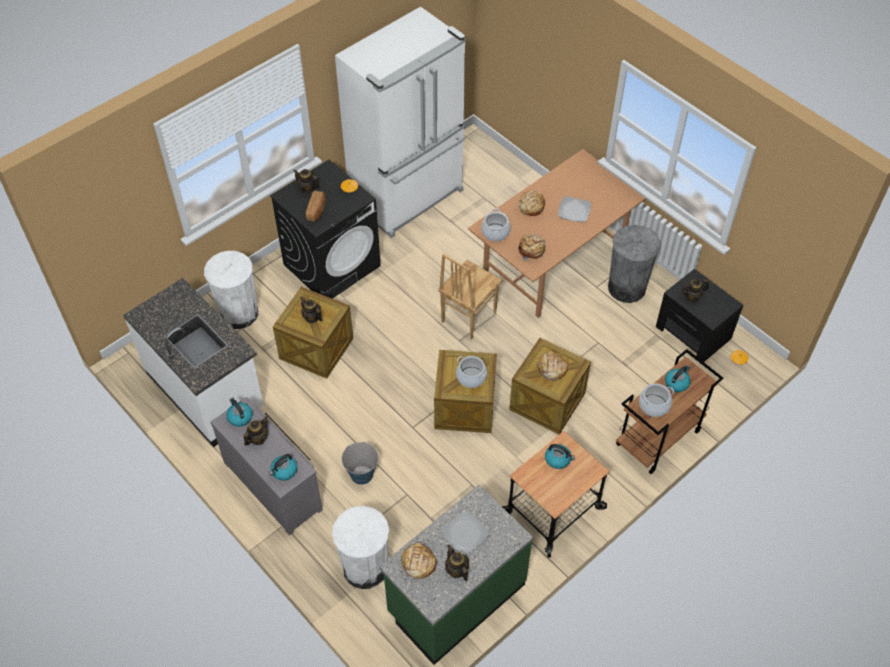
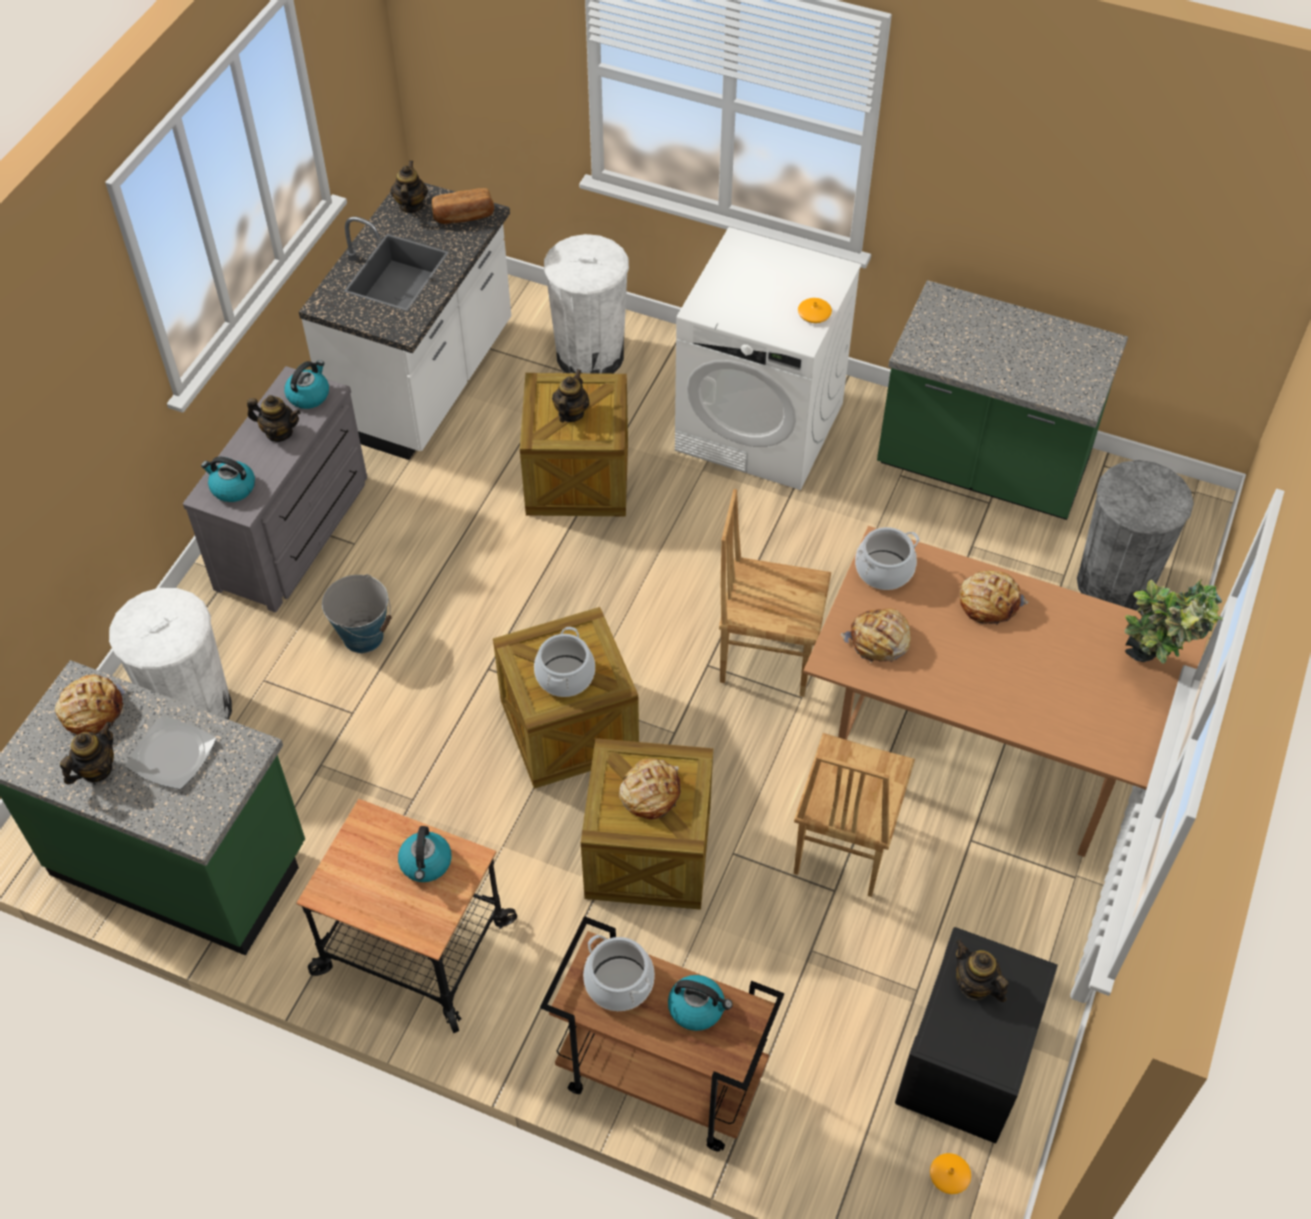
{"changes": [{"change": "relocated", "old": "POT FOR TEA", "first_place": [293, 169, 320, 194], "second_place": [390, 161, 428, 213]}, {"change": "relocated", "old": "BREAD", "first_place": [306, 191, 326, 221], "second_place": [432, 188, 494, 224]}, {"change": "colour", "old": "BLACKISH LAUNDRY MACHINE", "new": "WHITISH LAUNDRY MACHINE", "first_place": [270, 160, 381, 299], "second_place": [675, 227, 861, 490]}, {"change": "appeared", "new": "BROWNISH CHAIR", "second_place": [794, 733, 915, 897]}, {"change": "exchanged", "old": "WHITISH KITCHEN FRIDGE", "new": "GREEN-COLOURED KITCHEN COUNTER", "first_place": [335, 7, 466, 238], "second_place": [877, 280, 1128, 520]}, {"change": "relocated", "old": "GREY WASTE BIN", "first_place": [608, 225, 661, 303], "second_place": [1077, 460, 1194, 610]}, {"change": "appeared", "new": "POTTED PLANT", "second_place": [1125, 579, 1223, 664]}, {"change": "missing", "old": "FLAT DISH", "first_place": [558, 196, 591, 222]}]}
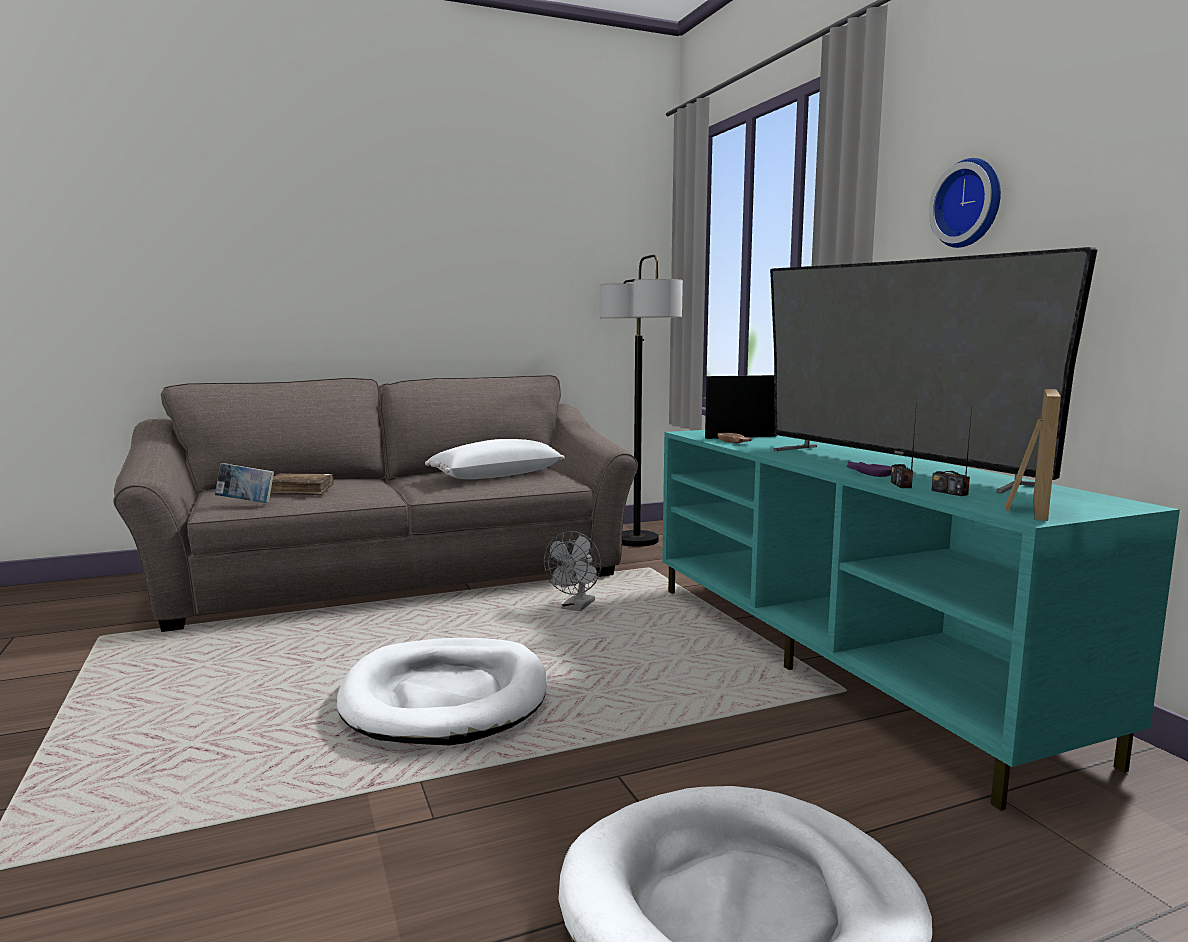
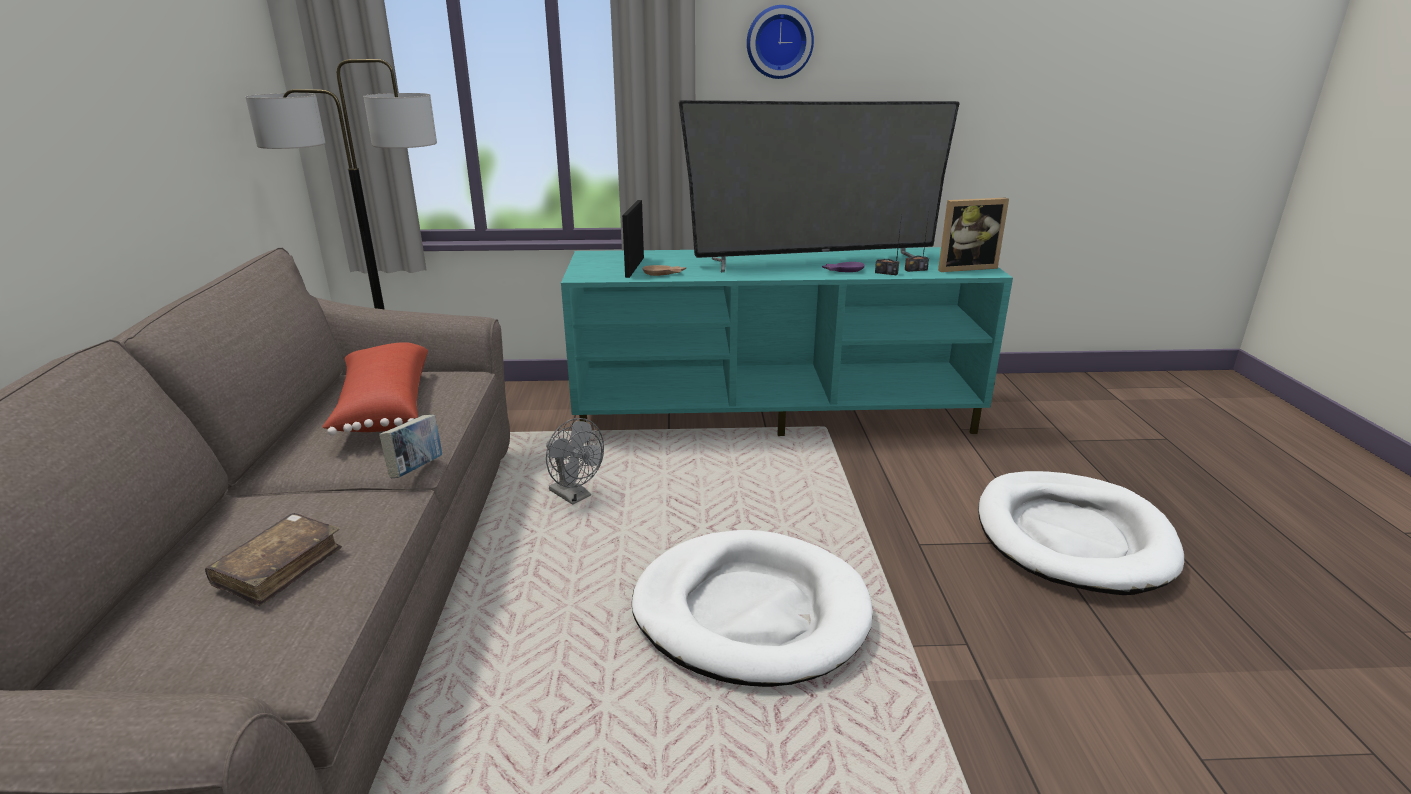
{"changes": [{"change": "colour", "old": "WHITISH THROW PILLOW", "new": "REDDISH THROW PILLOW", "first_place": [425, 439, 565, 479], "second_place": [322, 342, 428, 435]}, {"change": "relocated", "old": "BOUND BOOK", "first_place": [215, 463, 274, 503], "second_place": [379, 415, 442, 478]}, {"change": "spun", "old": "STANDING FRAME", "first_place": [1006, 389, 1061, 521], "second_place": [938, 198, 1009, 272], "degrees": 120}]}
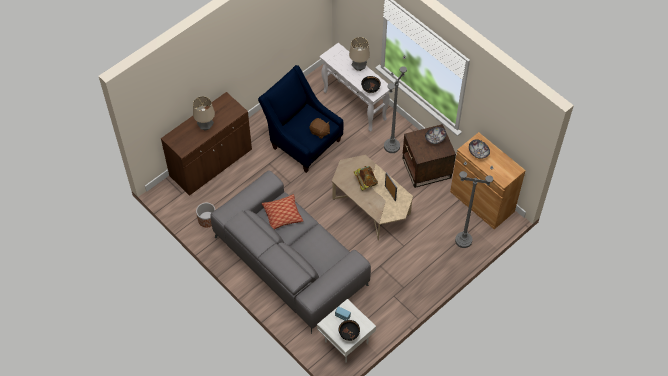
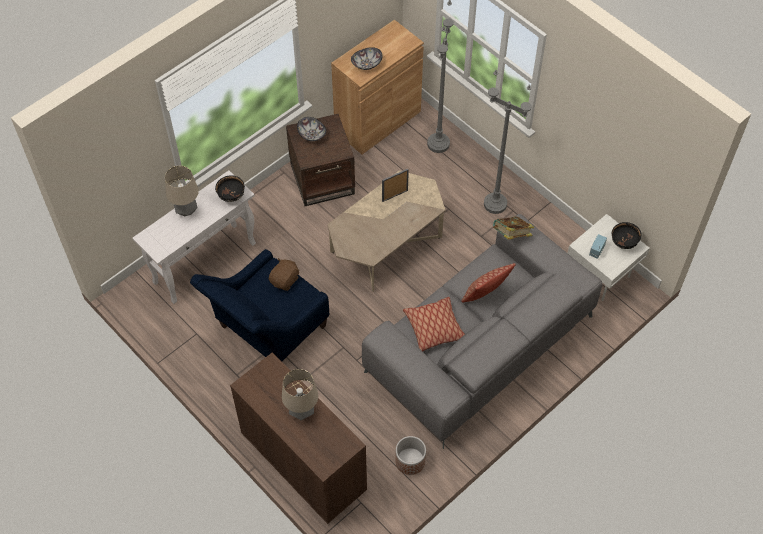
{"changes": [{"change": "appeared", "new": "THROW PILLOW", "second_place": [461, 263, 516, 302]}, {"change": "relocated", "old": "GREY STANDARD LAMP", "first_place": [384, 55, 407, 153], "second_place": [484, 70, 532, 214]}, {"change": "relocated", "old": "BOUND BOOK", "first_place": [354, 166, 378, 191], "second_place": [492, 216, 534, 240]}]}
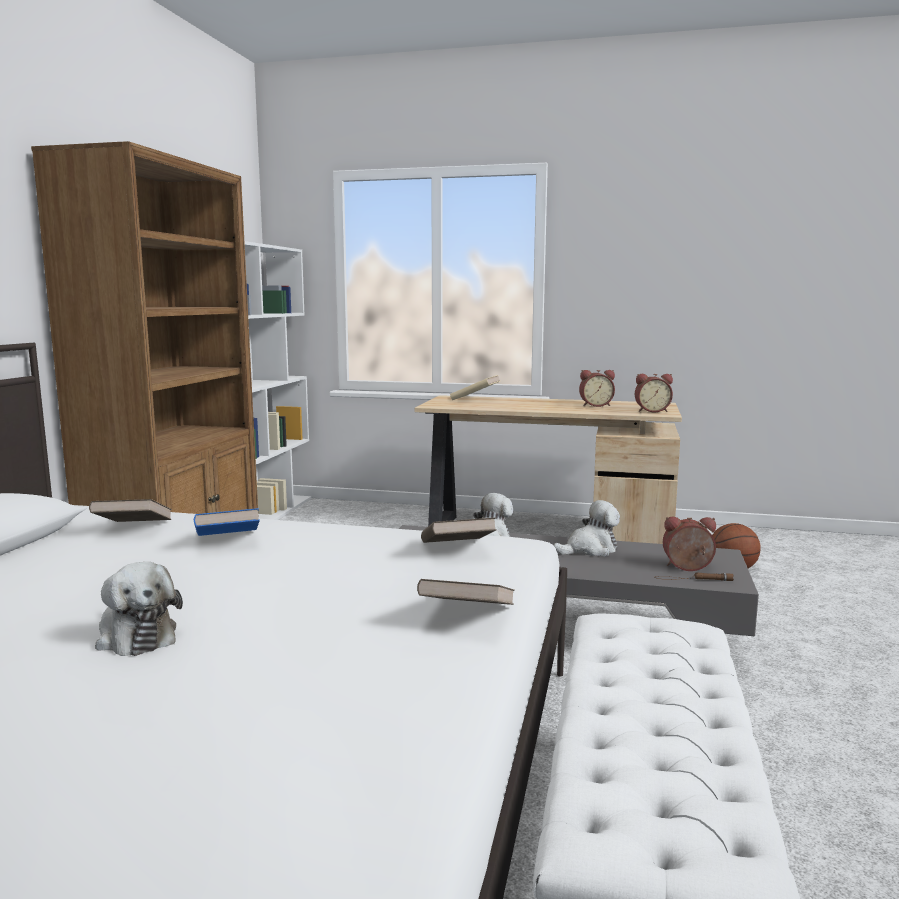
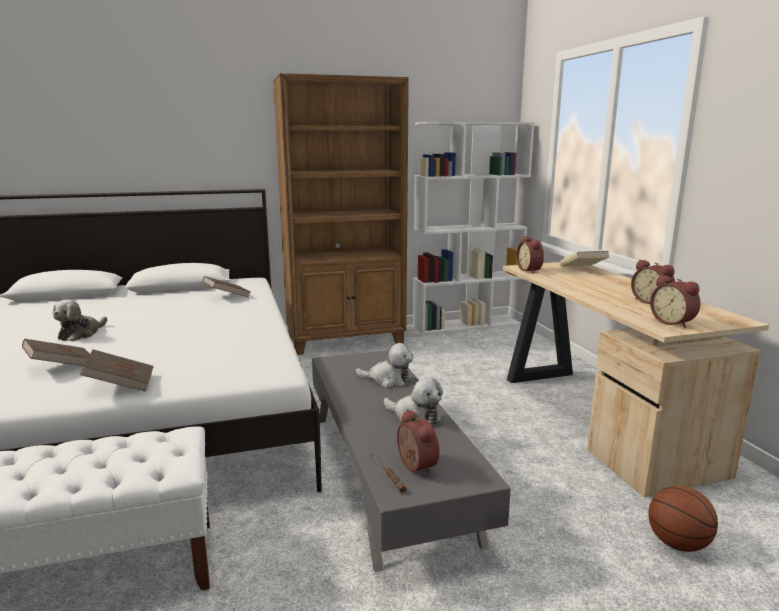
{"changes": [{"change": "relocated", "old": "BROWNISH BOUND BOOK", "first_place": [421, 518, 497, 543], "second_place": [22, 339, 90, 366]}, {"change": "appeared", "new": "BEDSIDE CLOCK", "second_place": [517, 236, 544, 273]}, {"change": "missing", "old": "BLUE-COLOURED BOUND BOOK", "first_place": [194, 508, 260, 536]}]}
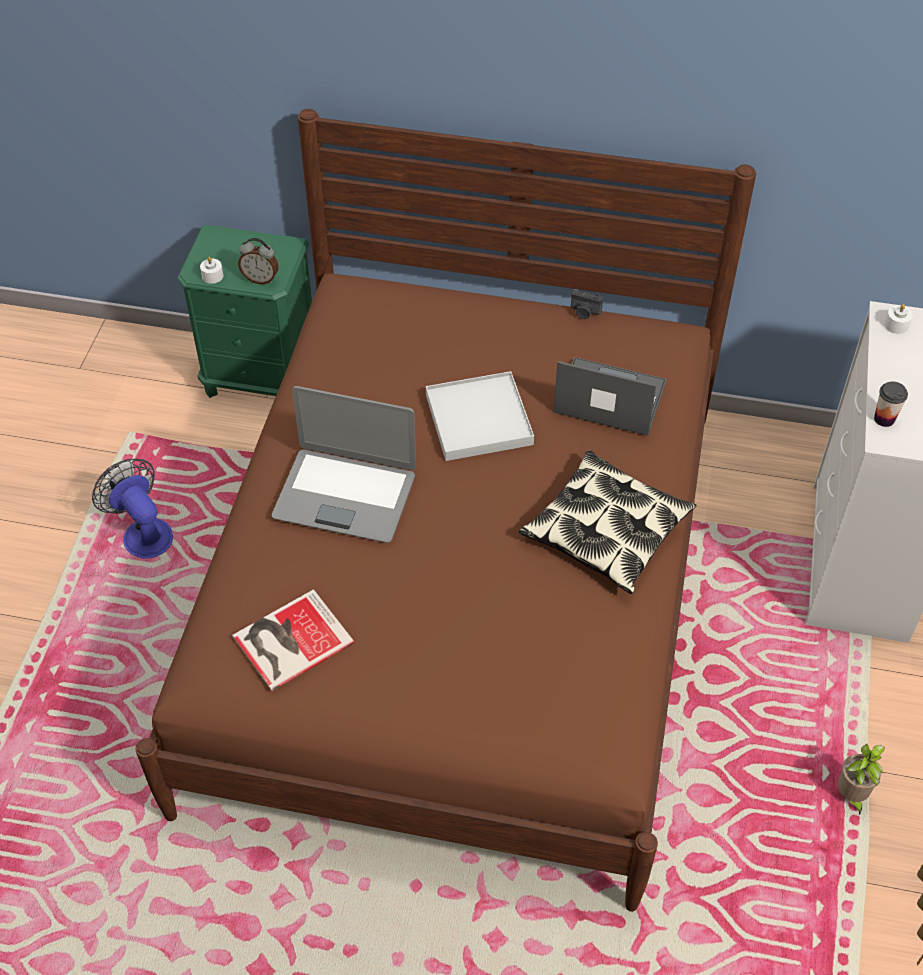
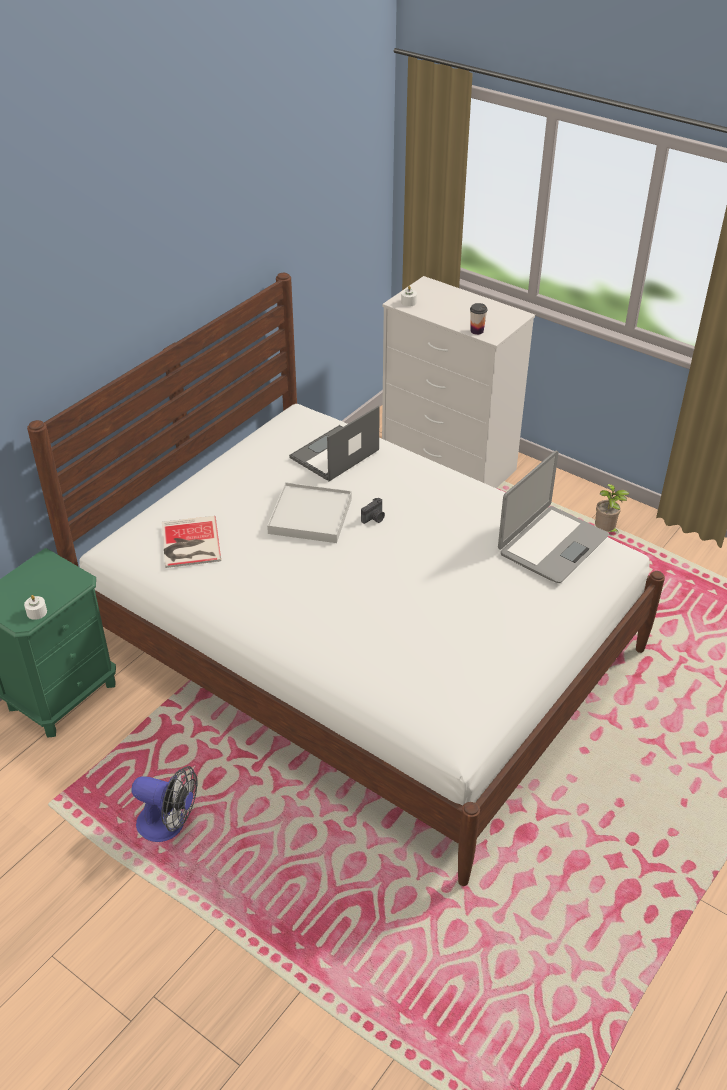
{"changes": [{"change": "colour", "old": "BROWNISH SLEEPING BED", "new": "WHITISH SLEEPING BED", "first_place": [135, 109, 756, 912], "second_place": [27, 273, 665, 886]}, {"change": "spun", "old": "FAN", "first_place": [92, 459, 173, 559], "second_place": [131, 766, 197, 842], "degrees": -150}, {"change": "relocated", "old": "BOUND BOOK", "first_place": [232, 589, 354, 691], "second_place": [162, 516, 221, 568]}, {"change": "relocated", "old": "PHOTO CAMERA", "first_place": [571, 290, 603, 319], "second_place": [361, 498, 385, 524]}, {"change": "relocated", "old": "PORTABLE COMPUTER", "first_place": [272, 386, 416, 543], "second_place": [498, 451, 609, 583]}, {"change": "missing", "old": "BEDSIDE CLOCK", "first_place": [238, 238, 278, 284]}, {"change": "missing", "old": "THROW PILLOW", "first_place": [519, 450, 697, 594]}]}
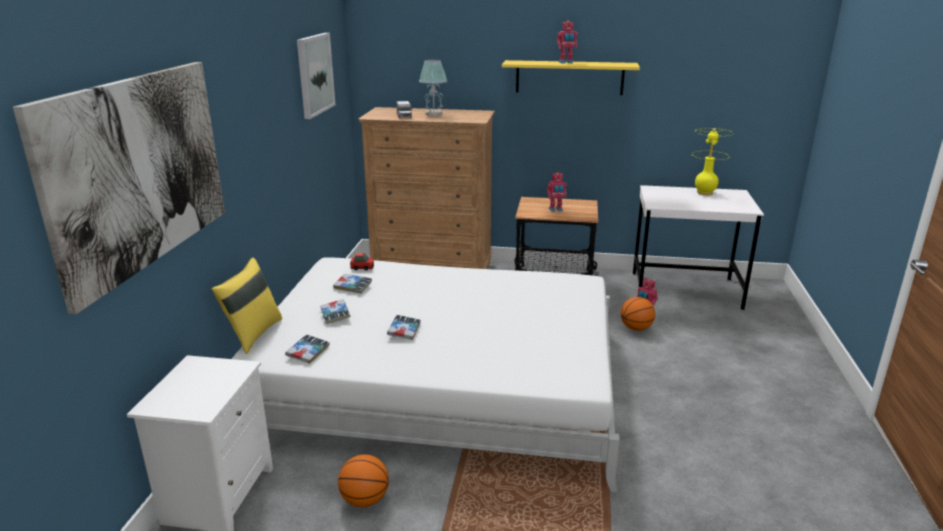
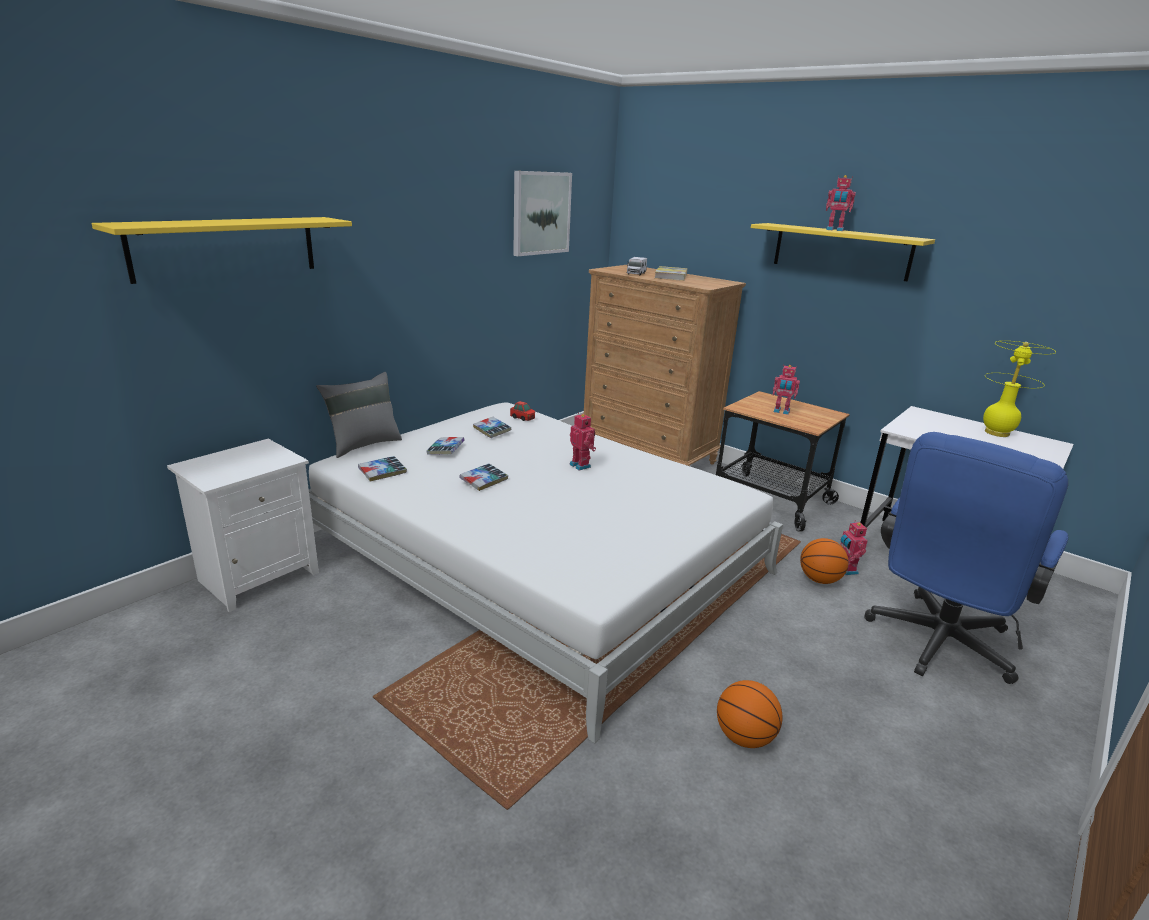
{"changes": [{"change": "exchanged", "old": "PICTURE", "new": "YELLOWISH BRACKET SHELF", "first_place": [13, 62, 225, 314], "second_place": [92, 217, 352, 284]}, {"change": "colour", "old": "YELLOWISH THROW PILLOW", "new": "GREY THROW PILLOW", "first_place": [211, 258, 282, 354], "second_place": [316, 372, 402, 458]}, {"change": "appeared", "new": "MODEL ROBOT", "second_place": [569, 414, 596, 470]}, {"change": "exchanged", "old": "TABLETOP LAMP", "new": "BOUND BOOK", "first_place": [419, 59, 447, 116], "second_place": [655, 266, 688, 281]}, {"change": "relocated", "old": "BASKETBALL", "first_place": [338, 454, 389, 507], "second_place": [717, 680, 783, 748]}, {"change": "appeared", "new": "BLUE-COLOURED OFFICE CHAIR", "second_place": [864, 432, 1068, 684]}]}
